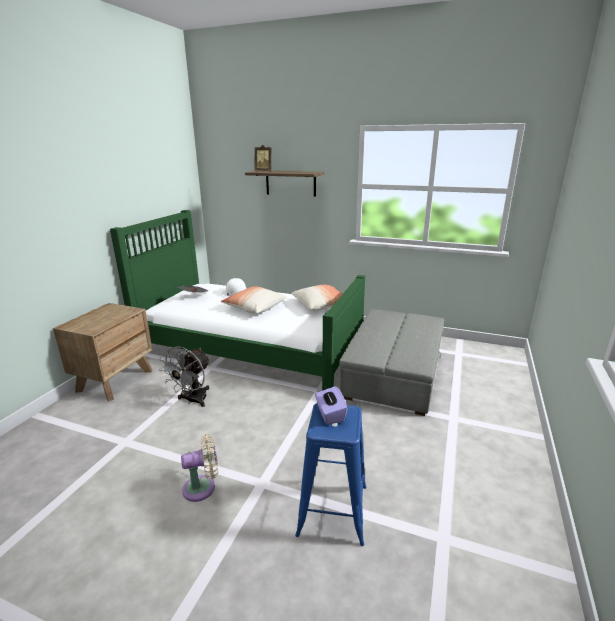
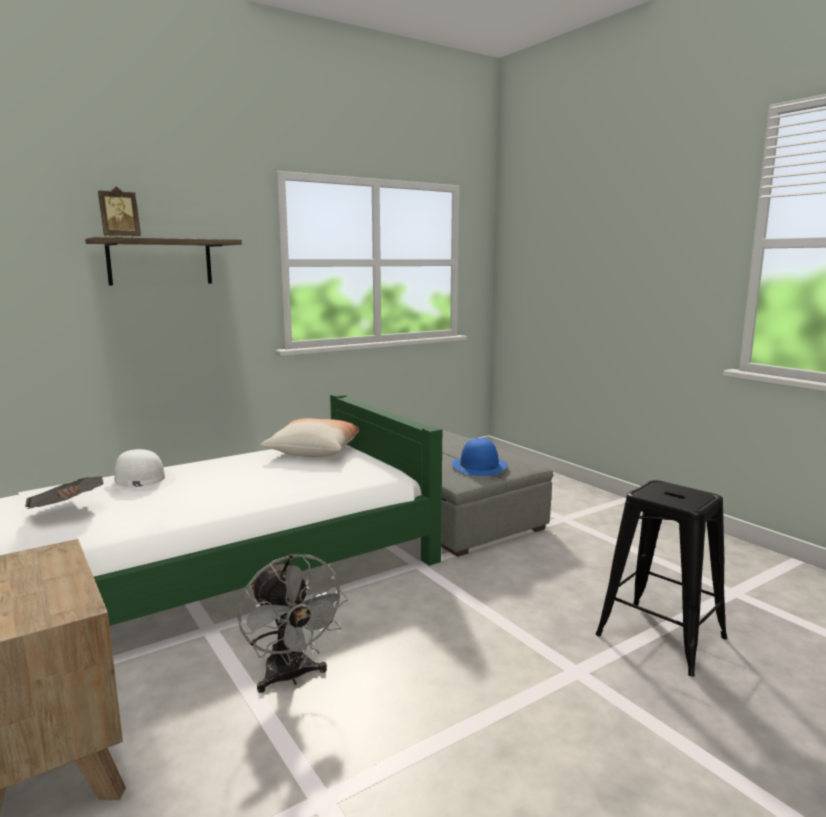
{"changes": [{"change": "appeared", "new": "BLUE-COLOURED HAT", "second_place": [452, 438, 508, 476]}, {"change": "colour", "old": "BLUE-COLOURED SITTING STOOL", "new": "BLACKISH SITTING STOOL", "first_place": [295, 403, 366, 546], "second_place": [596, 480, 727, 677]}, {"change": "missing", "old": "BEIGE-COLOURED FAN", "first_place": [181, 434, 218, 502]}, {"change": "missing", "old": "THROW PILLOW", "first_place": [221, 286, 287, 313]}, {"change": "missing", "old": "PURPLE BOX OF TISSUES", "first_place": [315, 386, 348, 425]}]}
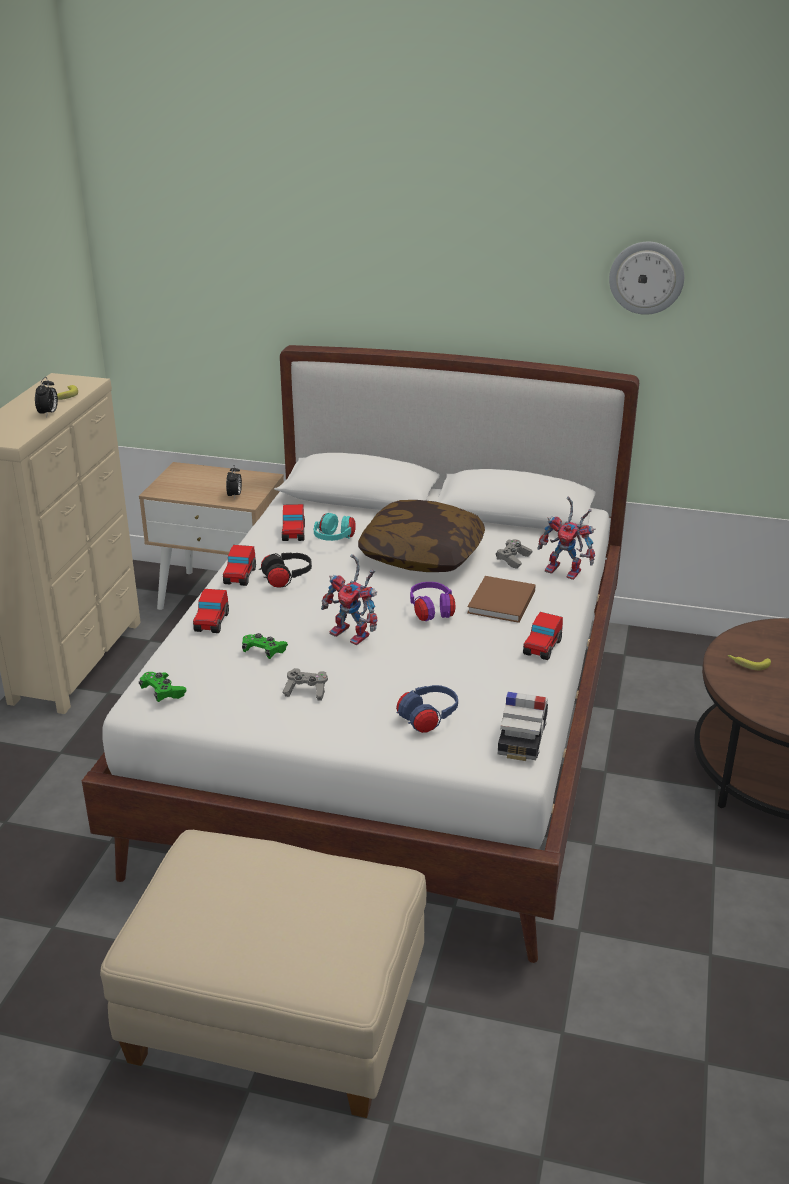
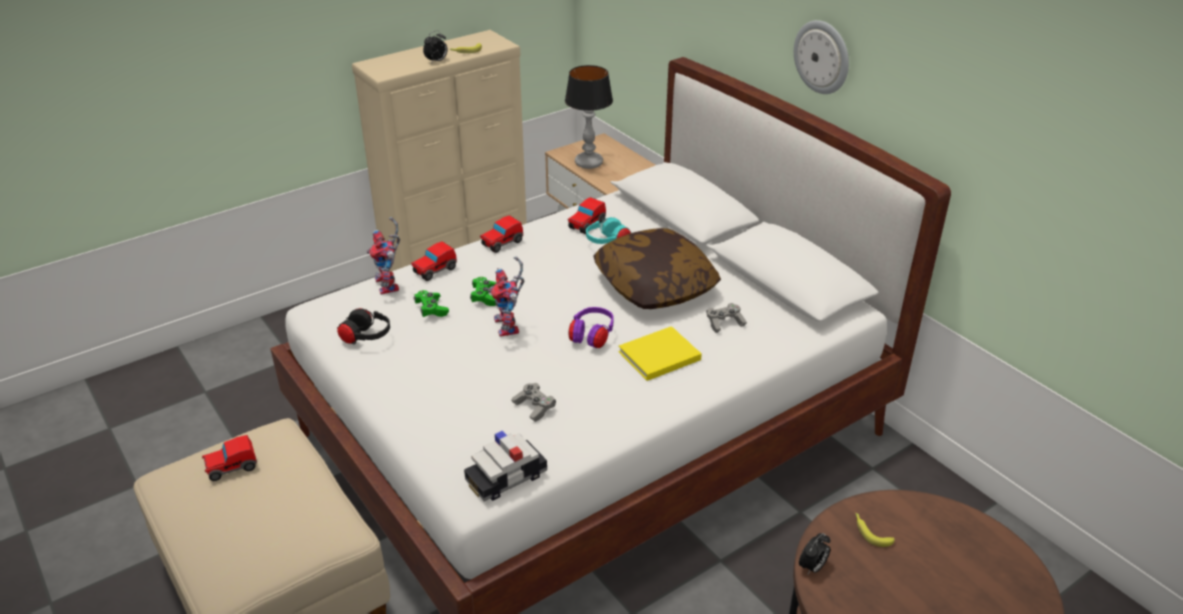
{"changes": [{"change": "relocated", "old": "MODEL CAR", "first_place": [523, 612, 563, 660], "second_place": [202, 435, 257, 481]}, {"change": "relocated", "old": "BLACKISH HEADSET", "first_place": [259, 553, 312, 588], "second_place": [337, 308, 390, 345]}, {"change": "relocated", "old": "MODEL ROBOT", "first_place": [537, 497, 596, 580], "second_place": [367, 217, 400, 295]}, {"change": "relocated", "old": "GREEN-COLOURED GAME CONTROLLER", "first_place": [139, 672, 186, 702], "second_place": [470, 277, 497, 306]}, {"change": "relocated", "old": "GREY GAME CONTROLLER", "first_place": [283, 668, 328, 701], "second_place": [511, 383, 556, 422]}, {"change": "appeared", "new": "TABLETOP LAMP", "second_place": [565, 65, 613, 169]}, {"change": "colour", "old": "BROWNISH BOUND BOOK", "new": "YELLOWISH BOUND BOOK", "first_place": [467, 576, 536, 623], "second_place": [618, 326, 702, 381]}, {"change": "relocated", "old": "CLOCK ON THE WALL", "first_place": [609, 242, 684, 315], "second_place": [794, 20, 849, 94]}, {"change": "relocated", "old": "BEDSIDE CLOCK", "first_place": [226, 465, 242, 499], "second_place": [799, 533, 831, 574]}, {"change": "missing", "old": "BLUE-COLOURED HEADSET", "first_place": [396, 685, 458, 733]}]}
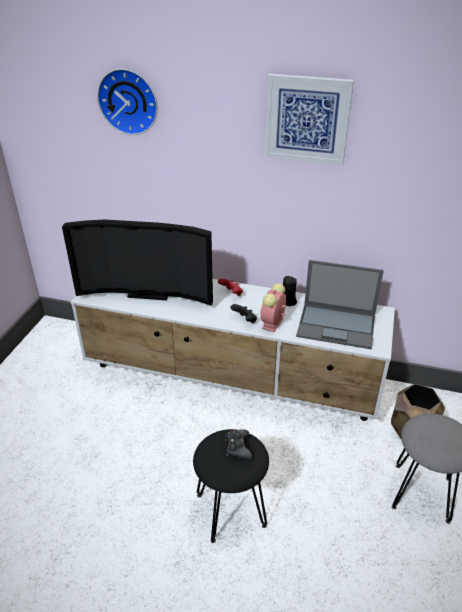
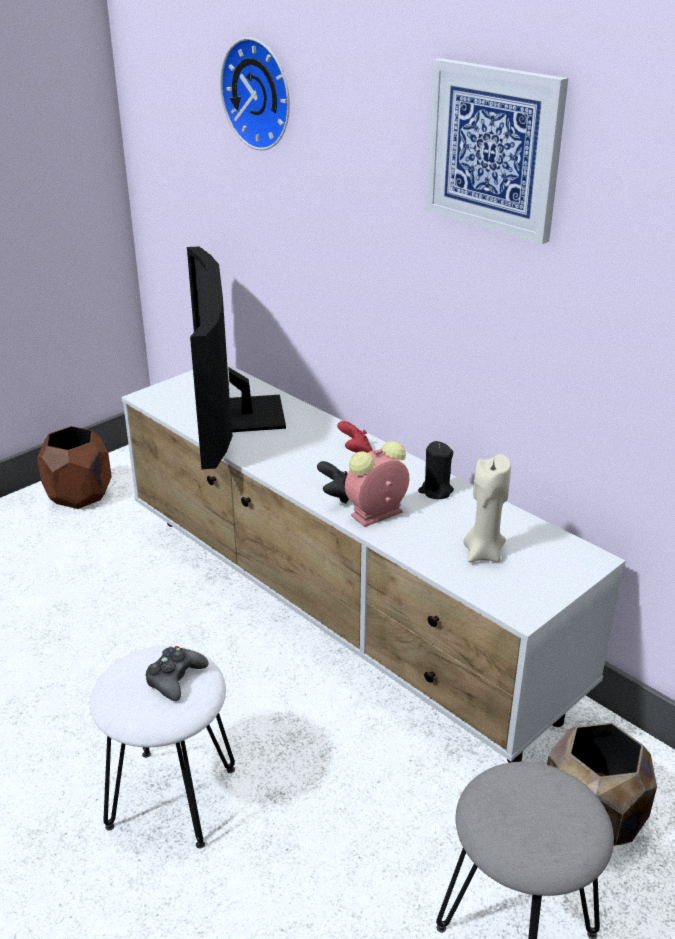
{"changes": [{"change": "appeared", "new": "BROWNISH PLANT POT", "second_place": [37, 426, 112, 509]}, {"change": "colour", "old": "BLACKISH SITTING STOOL", "new": "WHITISH SITTING STOOL", "first_place": [193, 429, 269, 543], "second_place": [90, 646, 235, 849]}, {"change": "spun", "old": "TELEVISION", "first_place": [62, 219, 213, 306], "second_place": [187, 246, 286, 469], "degrees": 45}, {"change": "exchanged", "old": "PORTABLE COMPUTER", "new": "BEIGE-COLOURED WAX CANDLE", "first_place": [296, 260, 384, 349], "second_place": [463, 454, 511, 562]}]}
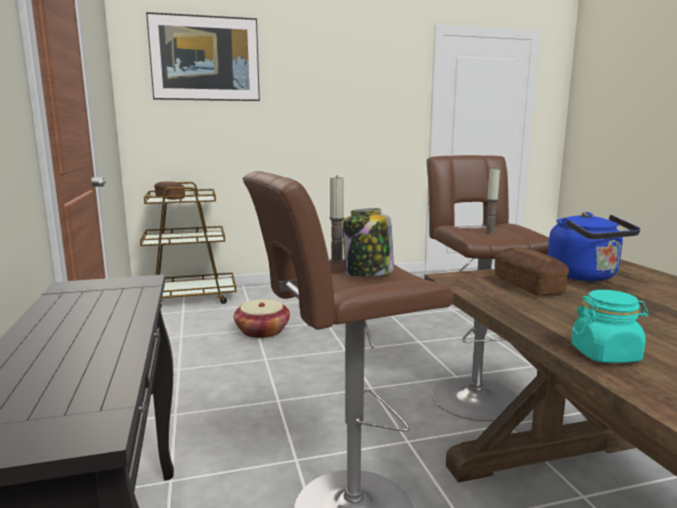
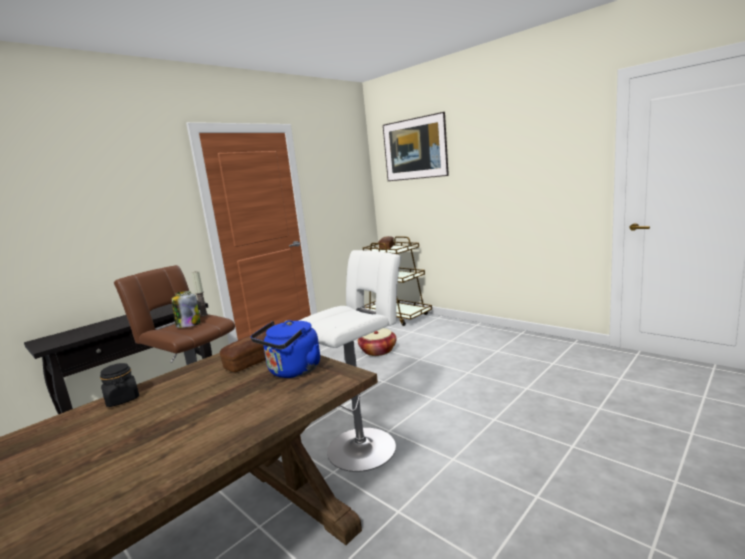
{"changes": [{"change": "colour", "old": "TURQUOISE JAR", "new": "BLACKISH JAR", "first_place": [571, 290, 649, 363], "second_place": [100, 363, 139, 407]}, {"change": "colour", "old": "BROWNISH SITTING STOOL", "new": "WHITISH SITTING STOOL", "first_place": [427, 155, 549, 421], "second_place": [299, 250, 401, 472]}, {"change": "missing", "old": "WAX CANDLE", "first_place": [485, 168, 500, 233]}]}
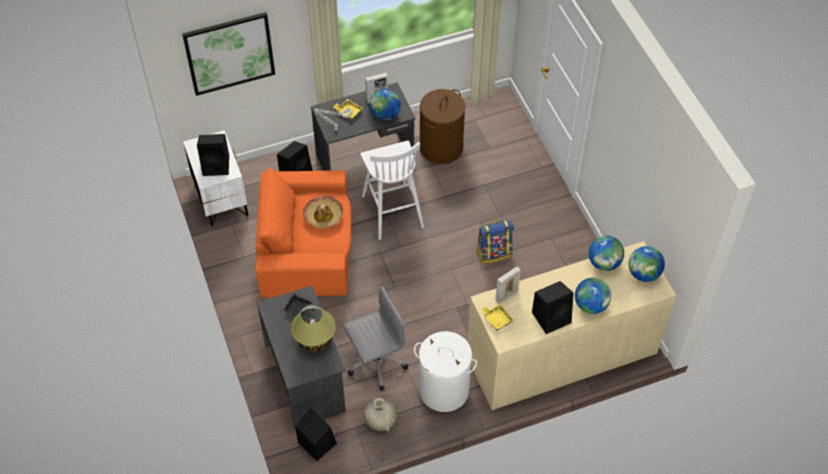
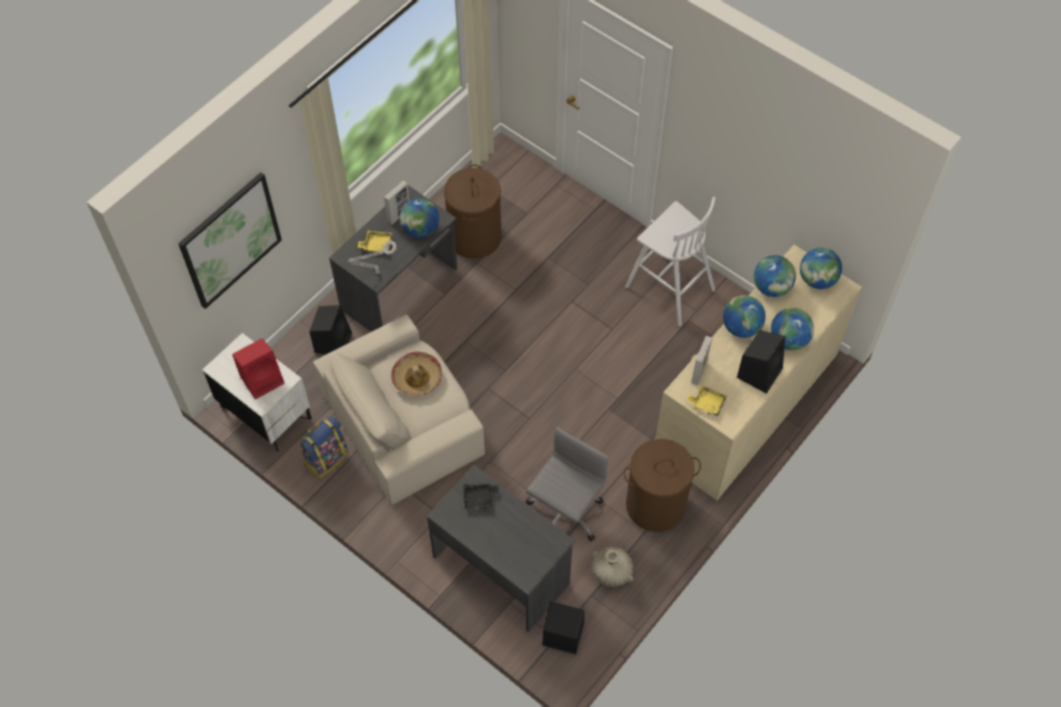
{"changes": [{"change": "colour", "old": "BLACKISH SPEAKER", "new": "REDDISH SPEAKER", "first_place": [197, 134, 229, 176], "second_place": [232, 338, 285, 399]}, {"change": "relocated", "old": "KNAPSACK", "first_place": [476, 219, 514, 264], "second_place": [299, 416, 349, 479]}, {"change": "colour", "old": "ORANGE LOUNGE CHAIR", "new": "BEIGE-COLOURED LOUNGE CHAIR", "first_place": [256, 168, 351, 297], "second_place": [313, 314, 485, 505]}, {"change": "colour", "old": "WHITISH HAMPER", "new": "BROWNISH HAMPER", "first_place": [414, 331, 477, 412], "second_place": [623, 439, 701, 532]}, {"change": "relocated", "old": "WHITISH SITTING STOOL", "first_place": [360, 141, 424, 240], "second_place": [625, 197, 716, 326]}, {"change": "appeared", "new": "DESK GLOBE", "second_place": [723, 295, 766, 338]}, {"change": "missing", "old": "TABLETOP LAMP", "first_place": [291, 305, 336, 351]}]}
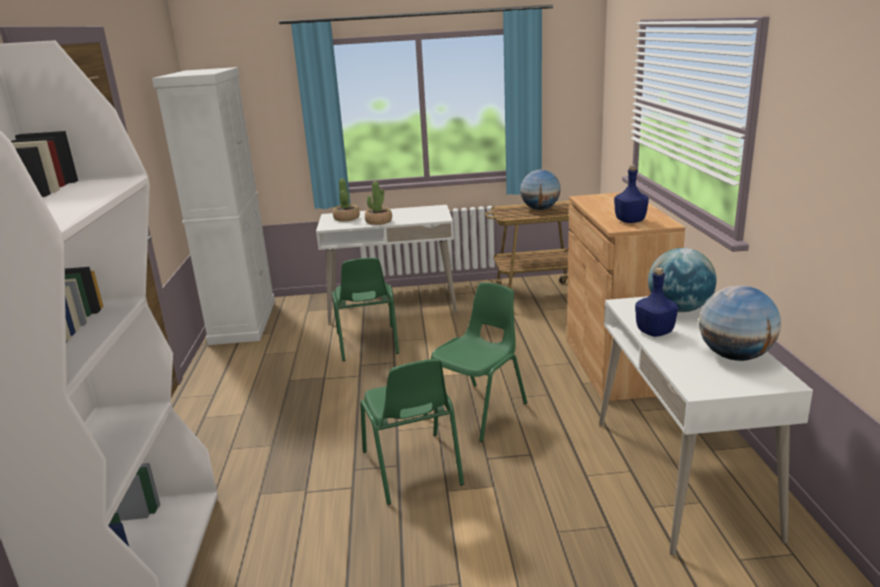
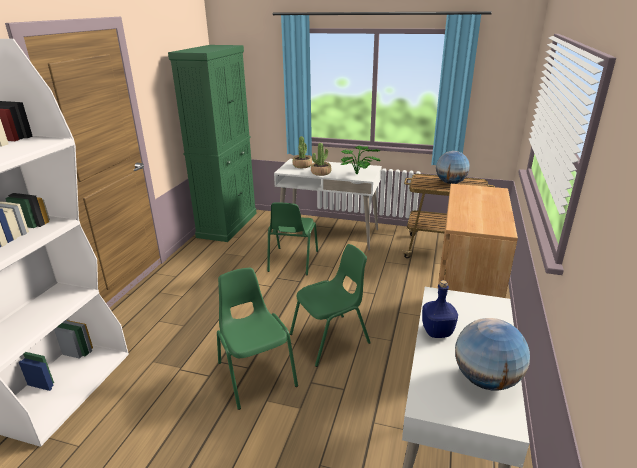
{"changes": [{"change": "colour", "old": "WHITISH CUPBOARD", "new": "GREEN-COLOURED CUPBOARD", "first_place": [152, 67, 275, 345], "second_place": [168, 45, 256, 242]}, {"change": "spun", "old": "GREEN-COLOURED CHAIR", "first_place": [360, 359, 464, 505], "second_place": [217, 268, 298, 410], "degrees": 150}, {"change": "appeared", "new": "POTTED PLANT", "second_place": [341, 146, 381, 174]}, {"change": "missing", "old": "BLUE-COLOURED BOTTLE", "first_place": [614, 165, 649, 223]}, {"change": "missing", "old": "DESK GLOBE", "first_place": [648, 248, 716, 312]}]}
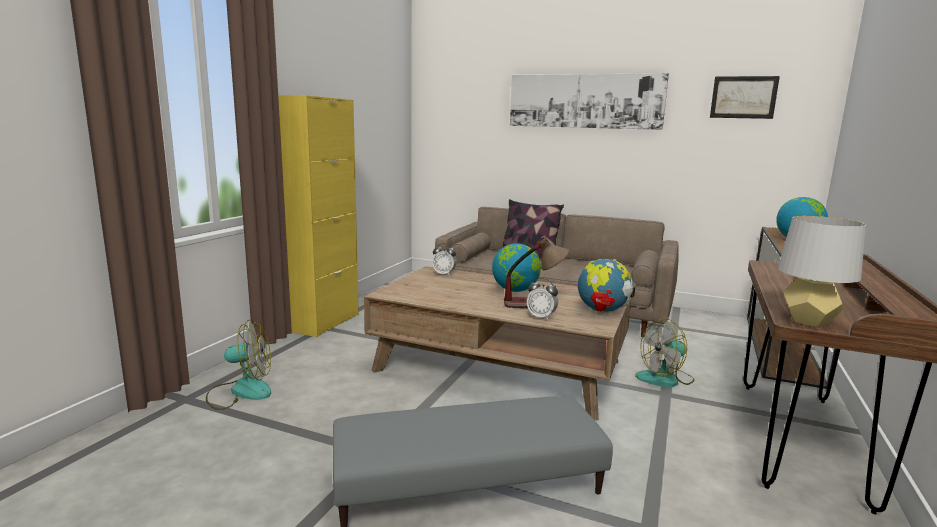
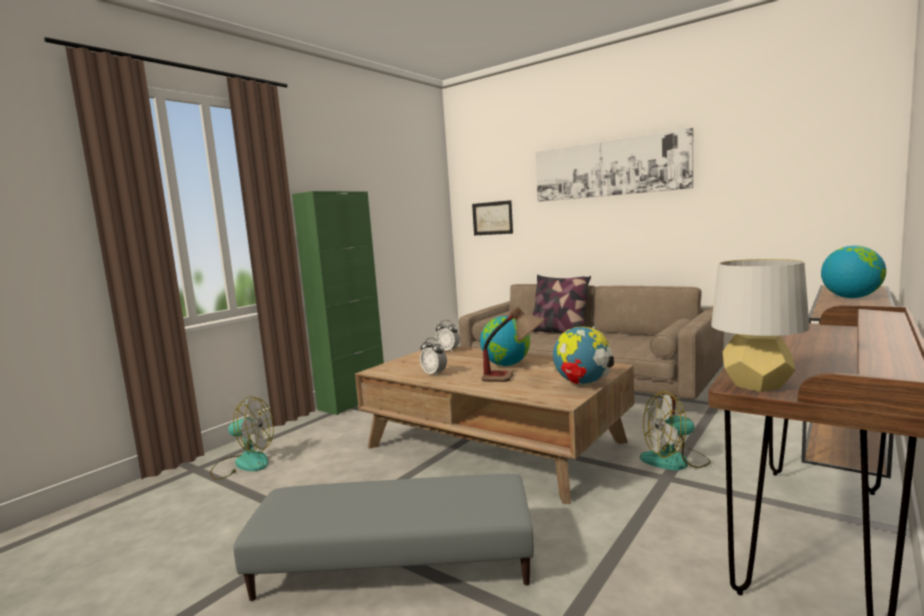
{"changes": [{"change": "colour", "old": "YELLOWISH CUPBOARD", "new": "GREEN-COLOURED CUPBOARD", "first_place": [278, 95, 359, 337], "second_place": [292, 191, 384, 415]}, {"change": "relocated", "old": "BEDSIDE CLOCK", "first_place": [527, 278, 558, 320], "second_place": [420, 338, 447, 376]}, {"change": "relocated", "old": "PICTURE", "first_place": [710, 76, 780, 119], "second_place": [472, 200, 513, 235]}]}
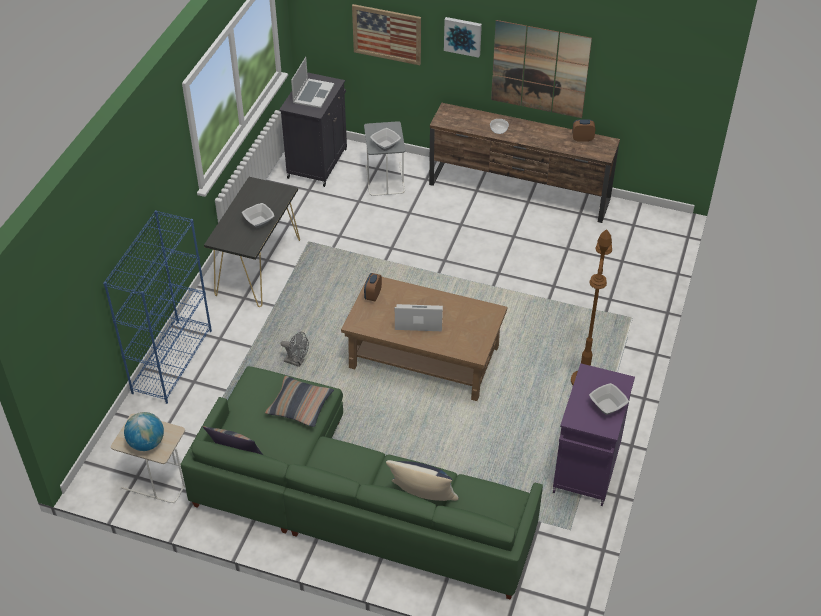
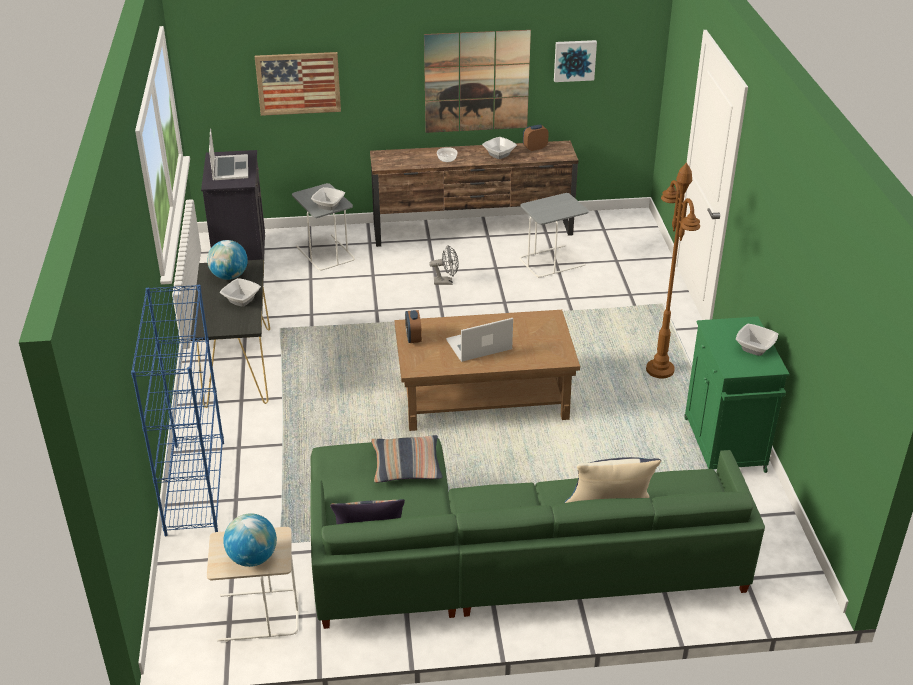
{"changes": [{"change": "appeared", "new": "DESK GLOBE", "second_place": [207, 240, 248, 280]}, {"change": "relocated", "old": "GREY FAN", "first_place": [280, 332, 309, 367], "second_place": [429, 245, 459, 285]}, {"change": "appeared", "new": "DEEP DISH", "second_place": [482, 137, 517, 159]}, {"change": "appeared", "new": "GREY SIDE TABLE", "second_place": [520, 193, 588, 278]}, {"change": "relocated", "old": "PICTURE", "first_place": [444, 17, 482, 58], "second_place": [554, 40, 597, 82]}, {"change": "colour", "old": "PURPLE CUPBOARD", "new": "GREEN-COLOURED CUPBOARD", "first_place": [553, 363, 635, 506], "second_place": [684, 317, 789, 473]}]}
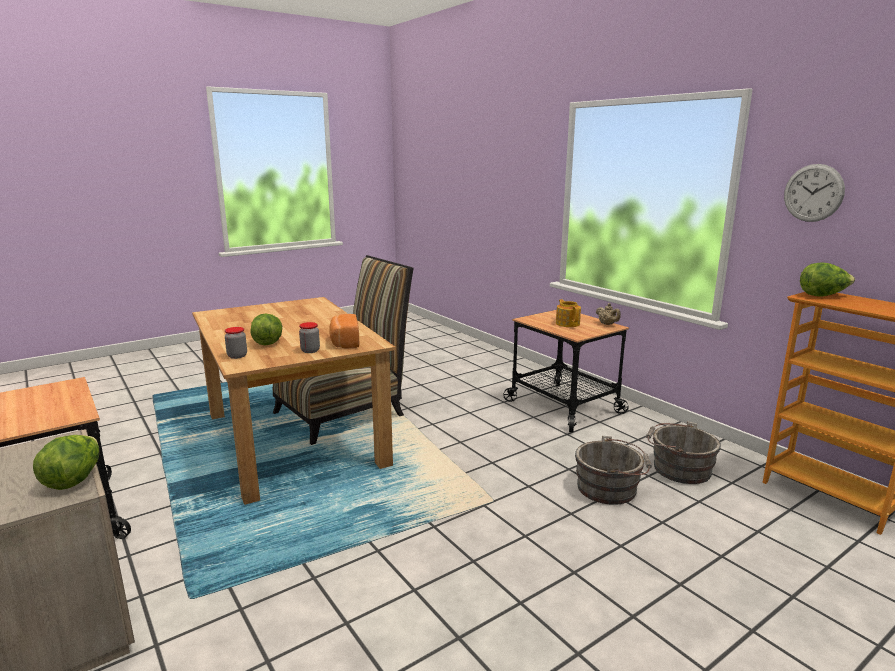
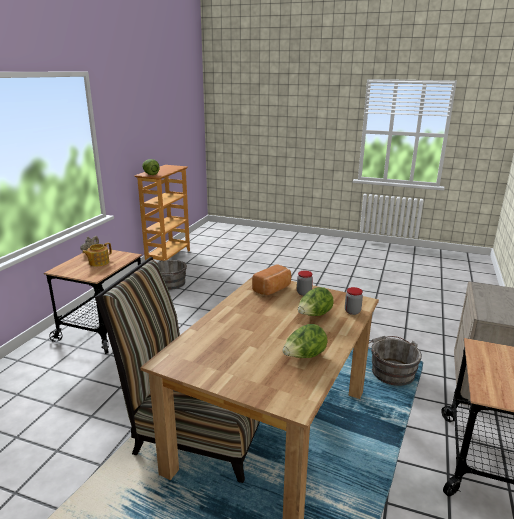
{"changes": [{"change": "relocated", "old": "HEAD OF LETTUCE", "first_place": [33, 435, 99, 490], "second_place": [283, 324, 328, 358]}, {"change": "relocated", "old": "GREY WATER BUCKET", "first_place": [575, 436, 652, 505], "second_place": [368, 336, 422, 386]}, {"change": "missing", "old": "CLOCK ON THE WALL", "first_place": [784, 164, 845, 222]}]}
